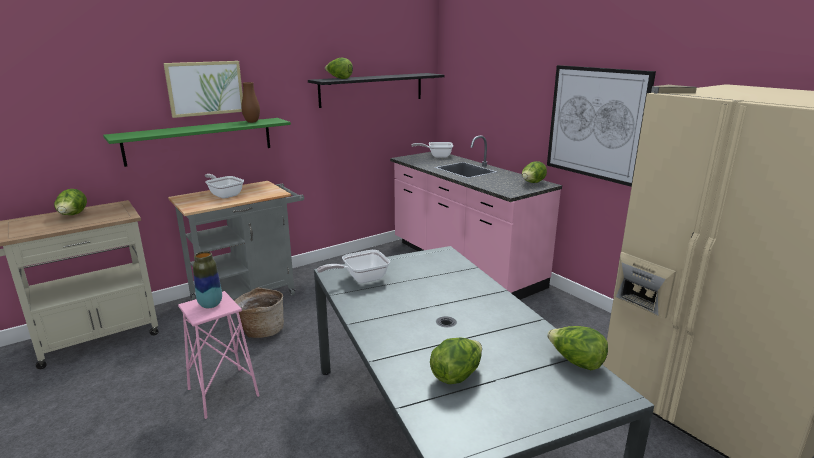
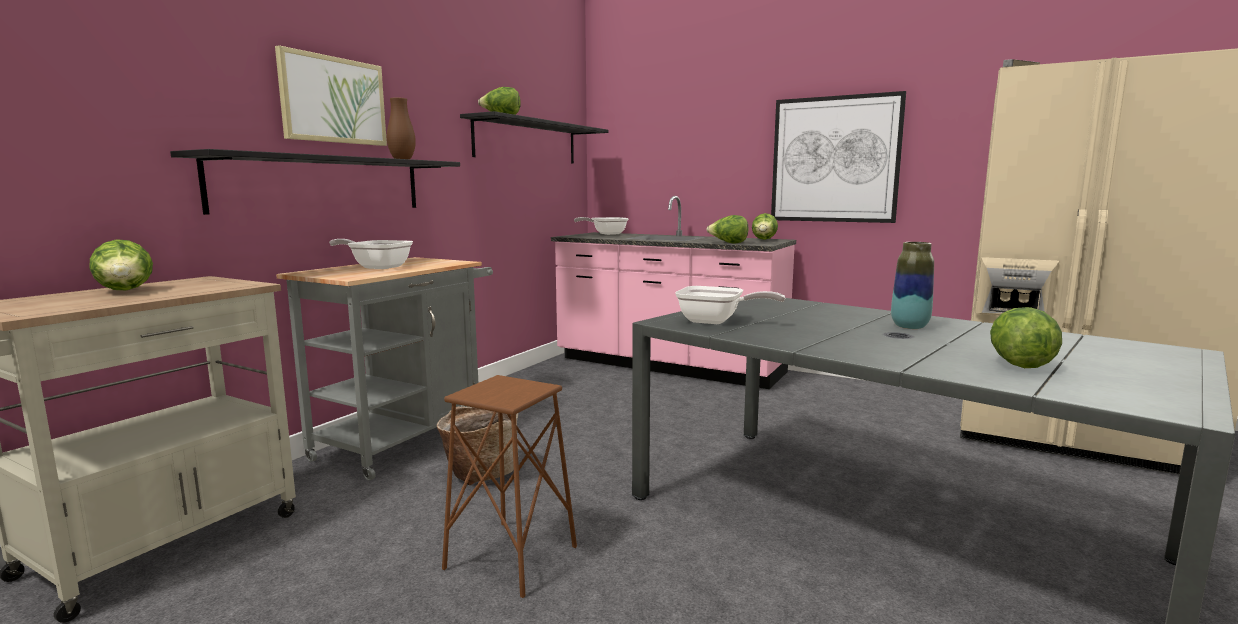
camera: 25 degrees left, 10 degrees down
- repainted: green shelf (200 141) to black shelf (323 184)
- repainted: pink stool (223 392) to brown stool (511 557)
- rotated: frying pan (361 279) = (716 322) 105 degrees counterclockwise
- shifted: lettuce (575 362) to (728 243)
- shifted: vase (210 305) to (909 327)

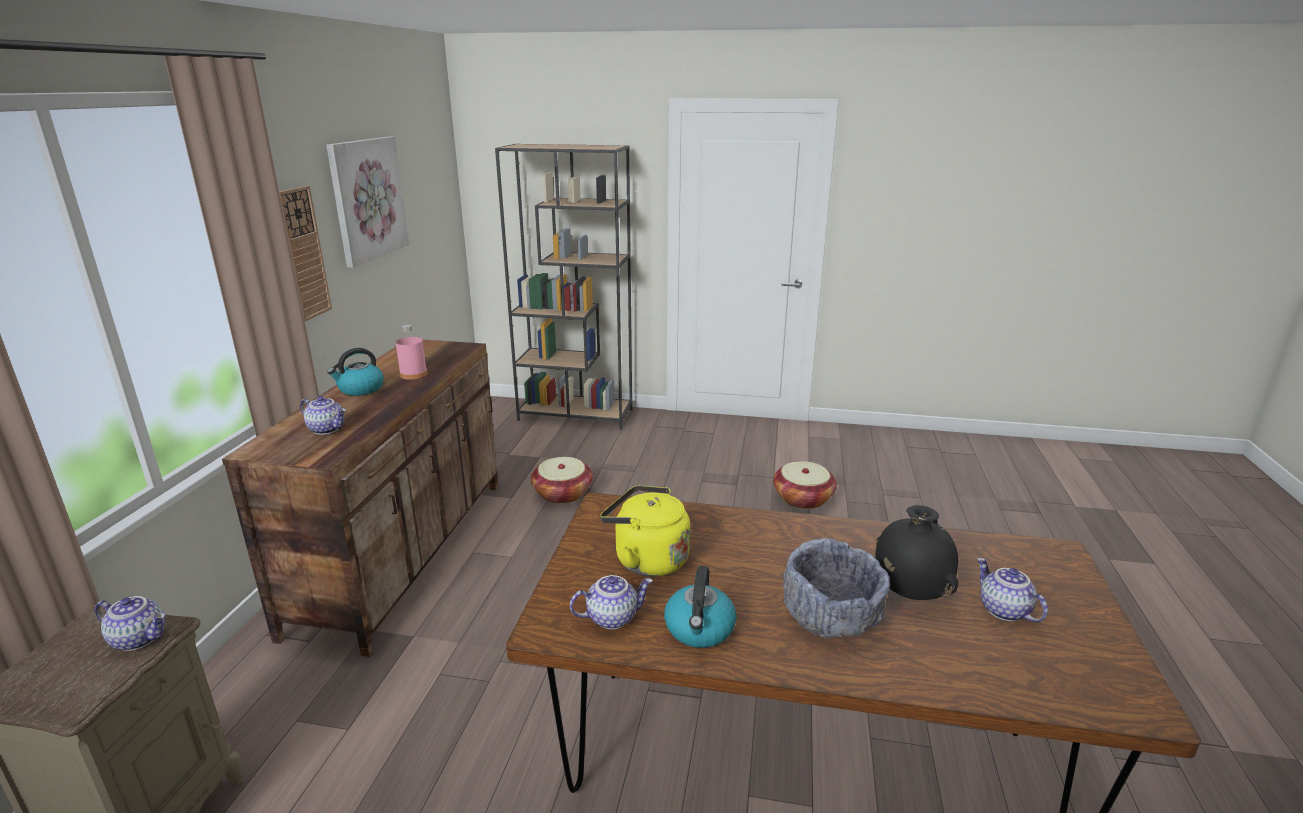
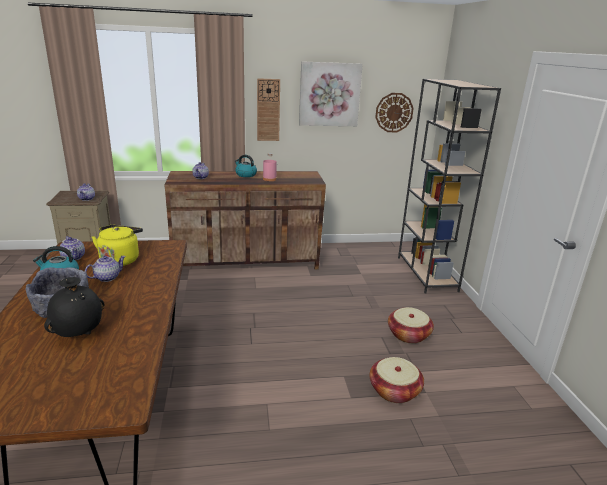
camera: 70 degrees right, 0 degrees up
- shifted: teapot (1002 610) to (107 277)
- new: wall clock (394 112)
- shifted: basket (562 493) to (408 335)

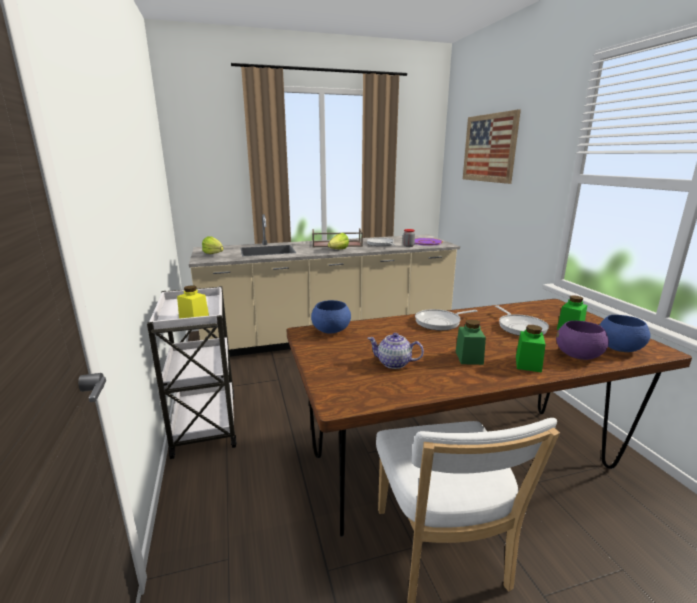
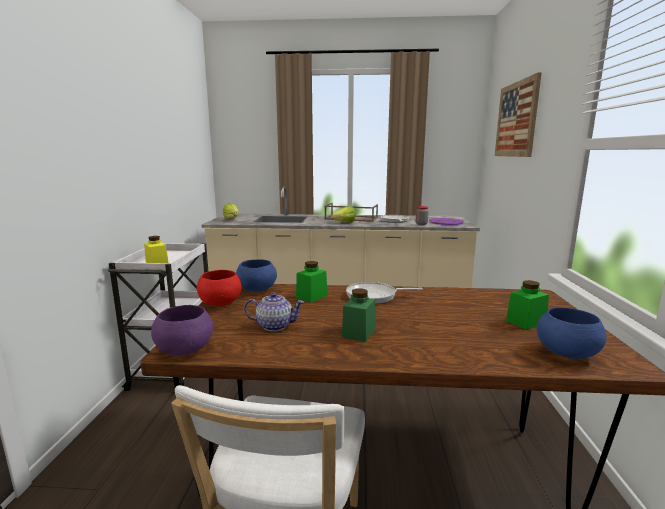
camera: 20 degrees right, 5 degrees down
- shifted: purple bowl (578 356) to (184 350)
- new: red bowl (220 303)
- rotated: teapot (394 363) = (274 326) 150 degrees clockwise
- shifted: green jar (528 364) to (311 296)
- gone: frying pan (520 327)

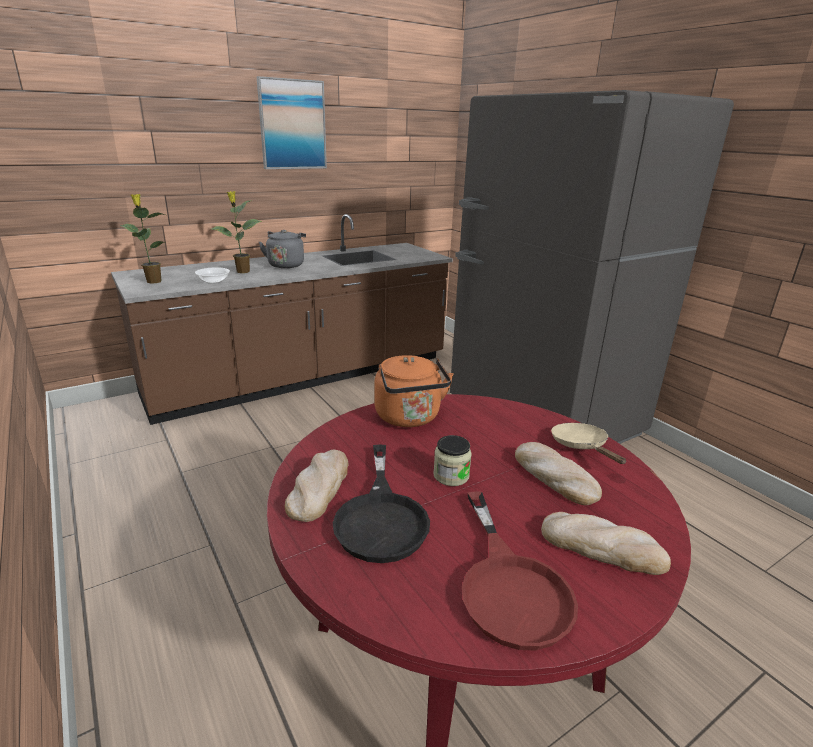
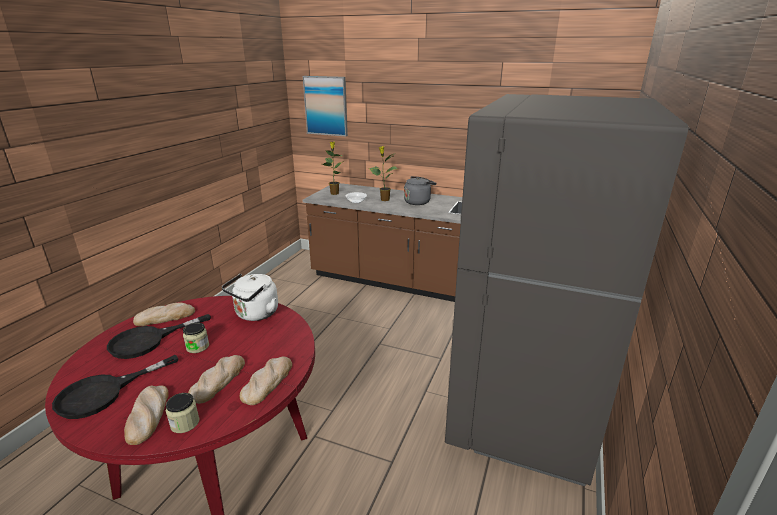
camera: 55 degrees right, 0 degrees up
- repainted: red frying pan (510 586) to black frying pan (103 393)
- new: jar (185 423)
- repainted: orange kettle (409 418) to white kettle (255 314)
- swapped: beige frying pan (581 446) to bread (267 382)
- shifted: picture (292 125) to (326 106)

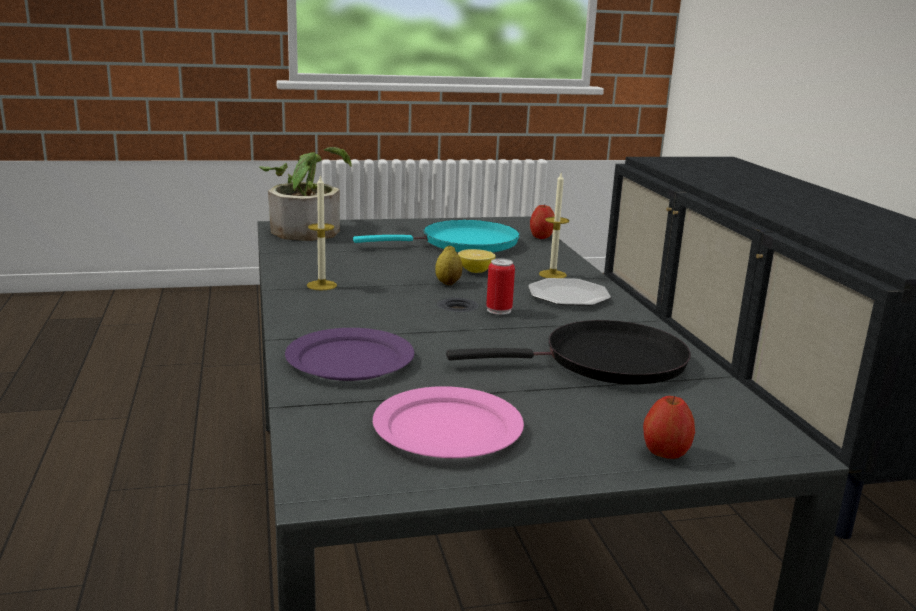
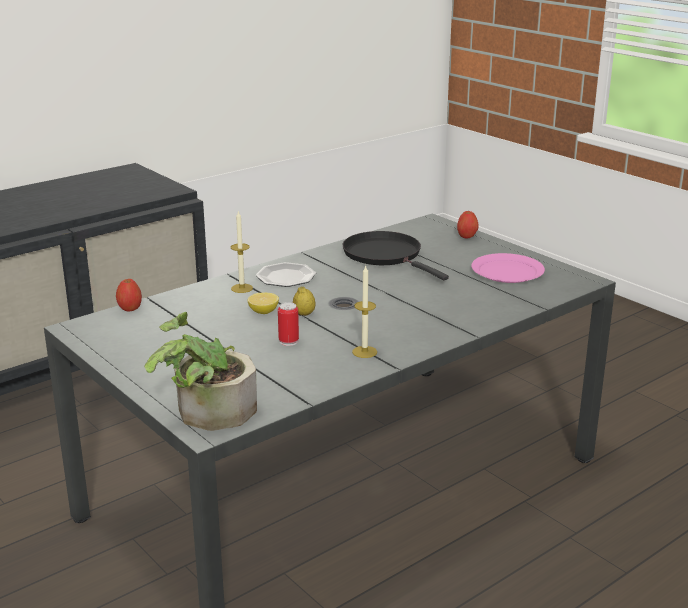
camera: 115 degrees left, 5 degrees up
- shifted: can (499 310) to (288 341)
- gone: purple plate (351 359)
- gone: turquoise frying pan (463 243)

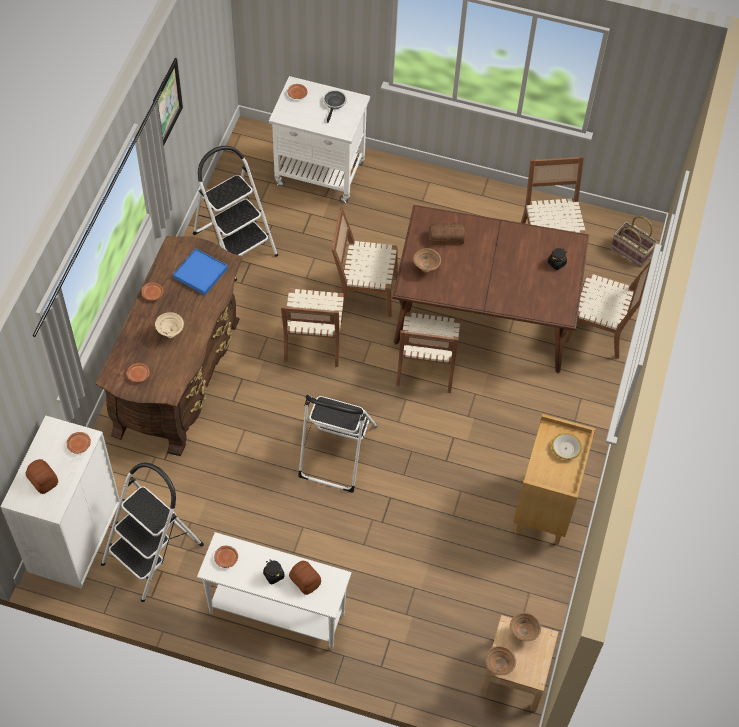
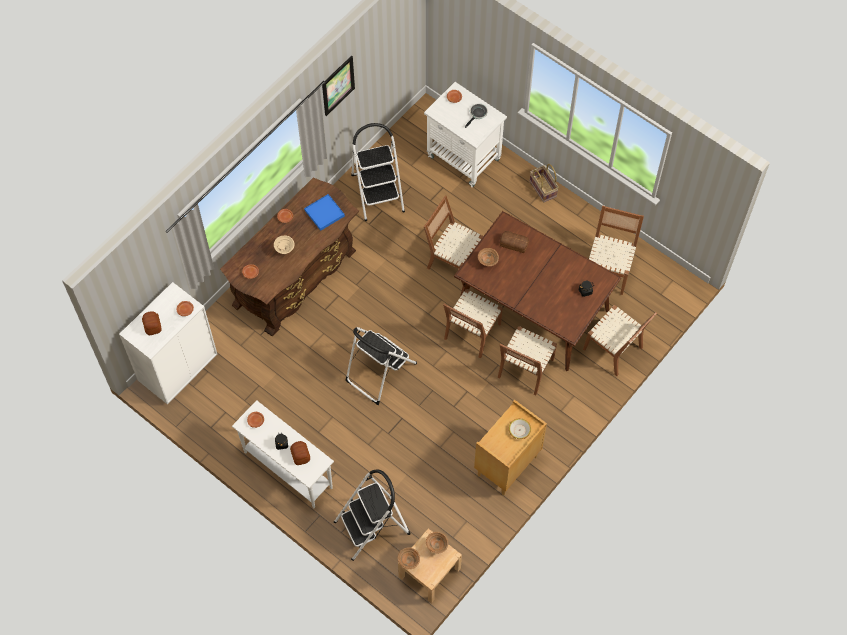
camera: 25 degrees right, 5 degrees up
- shifted: step ladder (155 553) to (374 527)
- shifted: chair (313 344) to (524 371)
- shifted: basket (632 251) to (543 188)

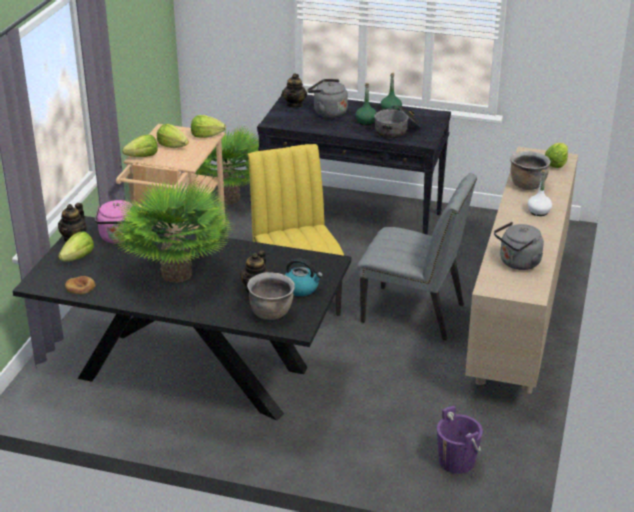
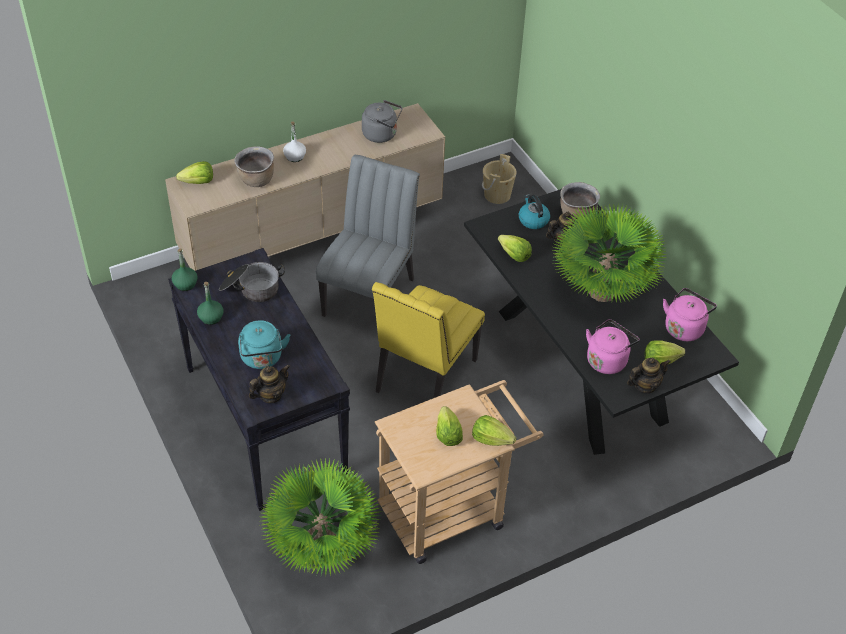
camera: 135 degrees left, 15 degrees up
- shifted: green bottle (366 121) to (185 284)
- repainted: grey kettle (328 112) to turquoise kettle (262 359)
- rotated: grey chair (412 313) = (369 298) 45 degrees clockwise
- repainted: purple bucket (456 461) to beige bucket (497 195)
- shifted: lettuce (206 136) to (514 255)
- swapped: bread (80 287) to pink kettle (684 327)

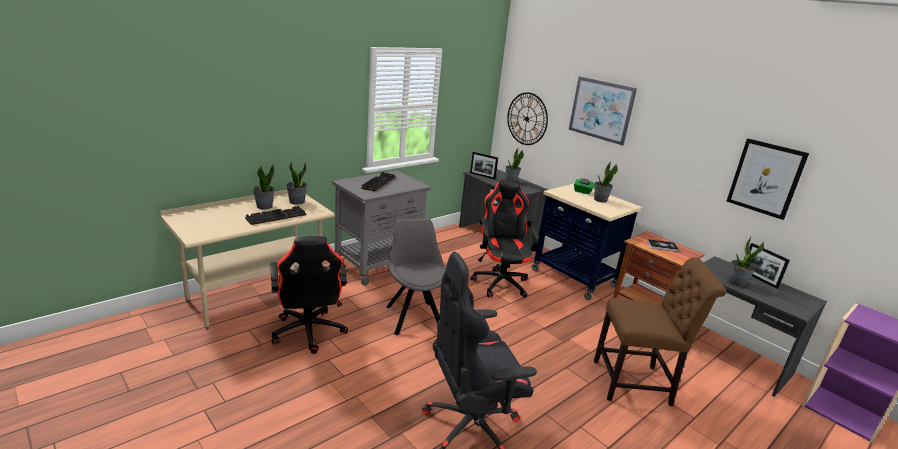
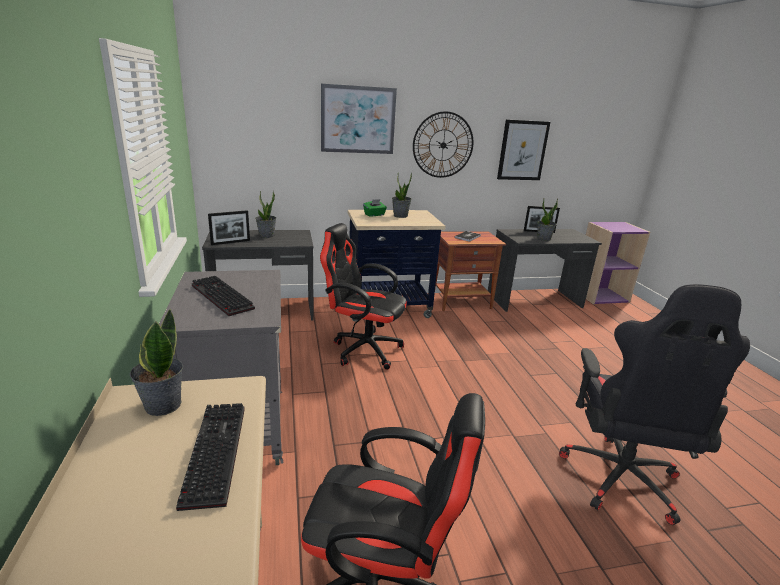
camera: 60 degrees left, 0 degrees up
- shifted: wall clock (527 119) to (443 145)
- gone: potted plant (264 206)
- gone: grey chair (413 318)
- gone: brown chair (637 384)

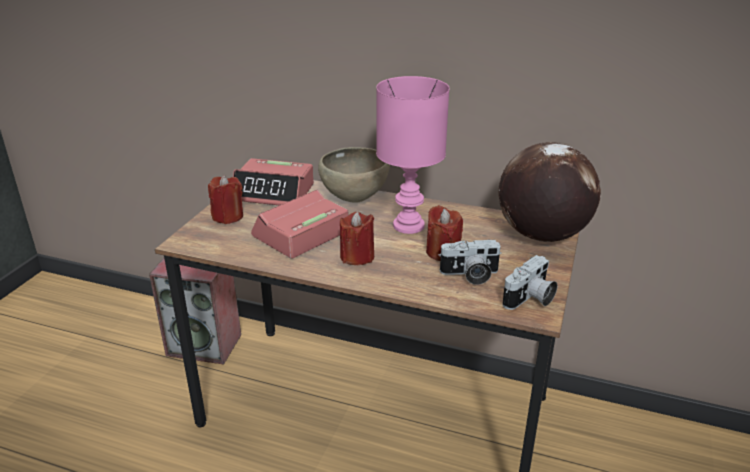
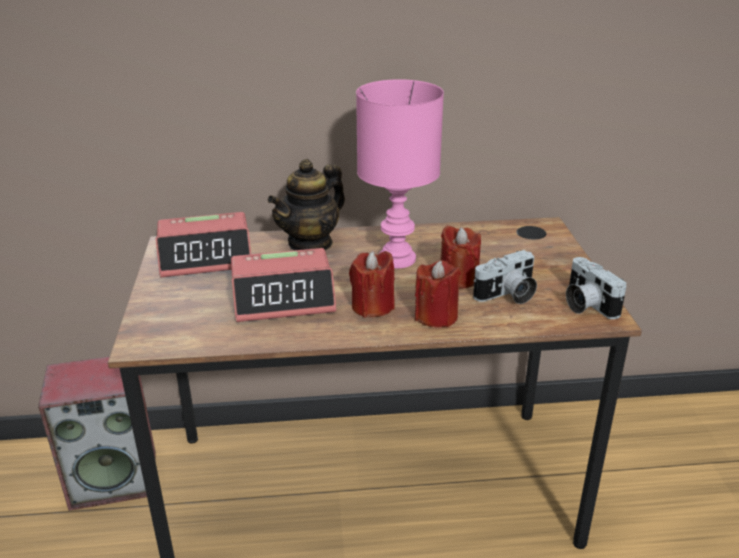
camera: 25 degrees left, 0 degrees up
- rotated: alarm clock (300 234) = (284 297) 120 degrees counterclockwise
- swapped: brown bowl (355 199) to teapot (310 243)
- shifted: red candle (228 216) to (436 316)
- rotated: photo camera (530 299) = (585 304) 135 degrees clockwise
- gone: globe (541 235)

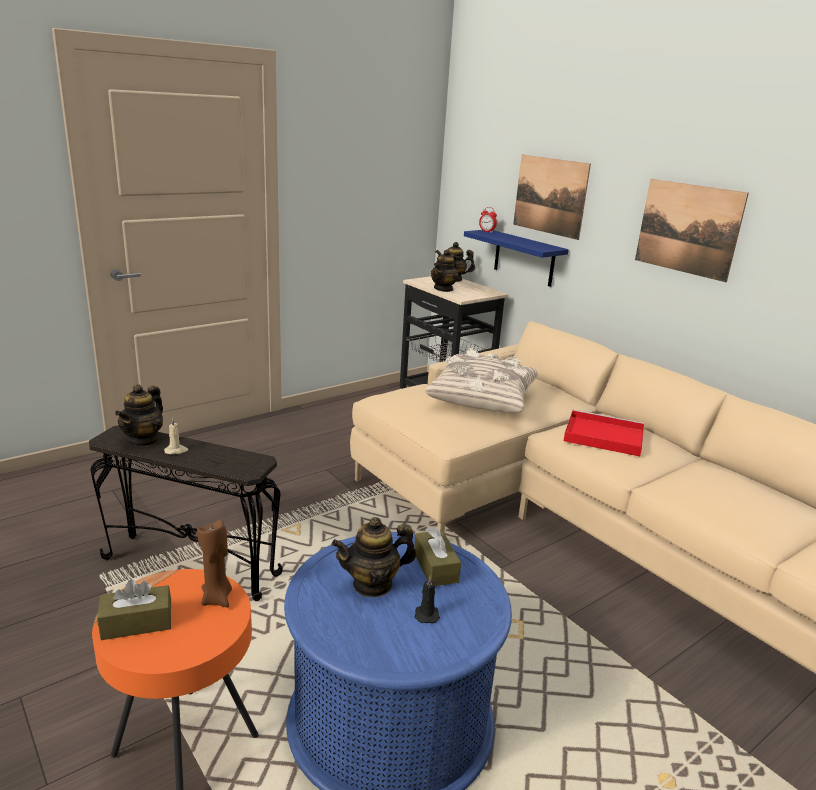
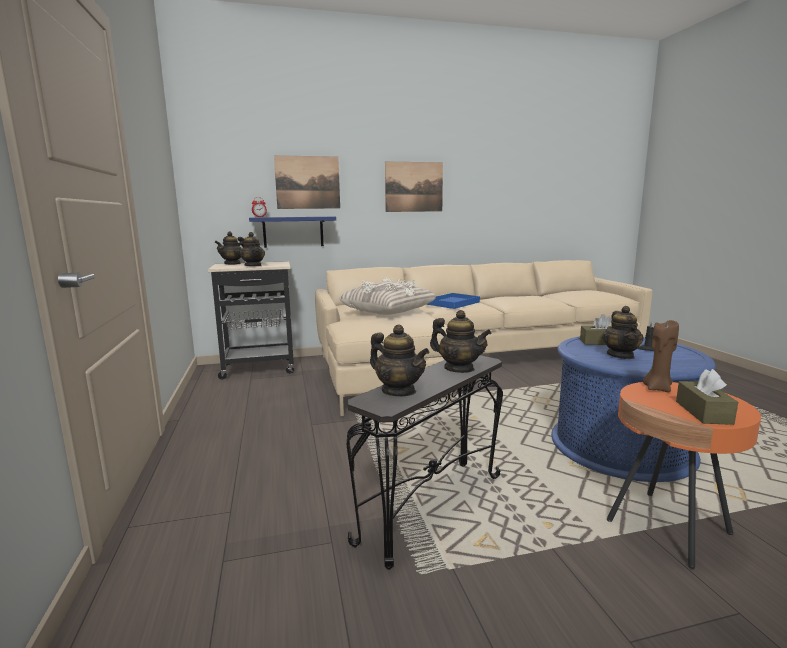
camera: 65 degrees left, 10 degrees down
- repainted: red tray (601 436) to blue tray (452 303)
- new: teapot (459 369)
- gone: beige candle (176 450)

